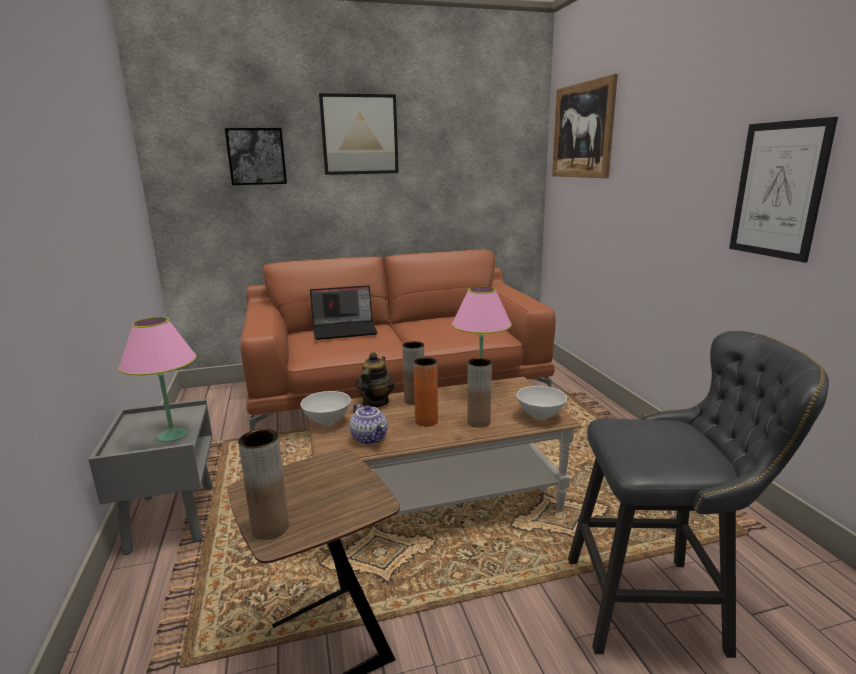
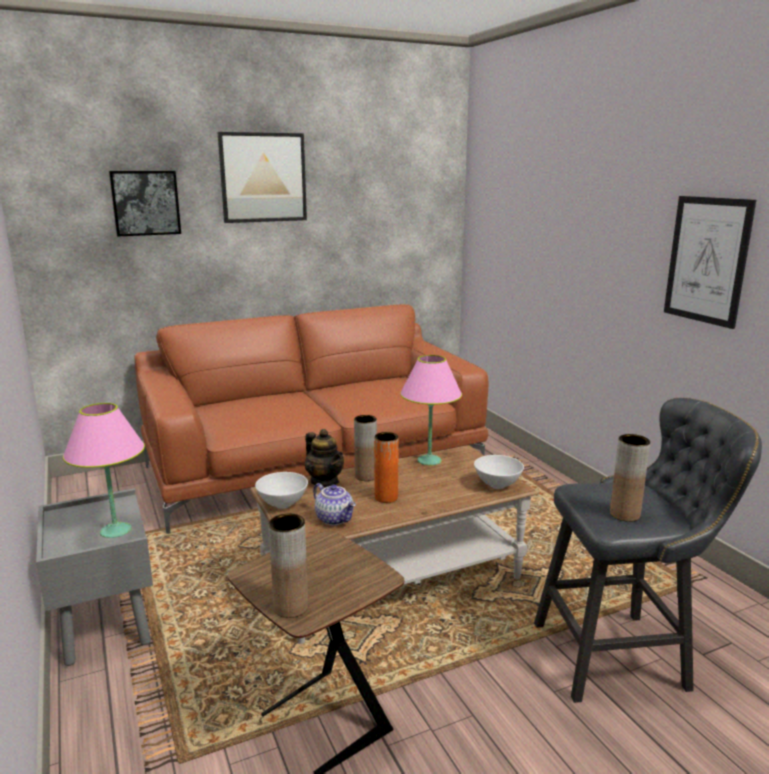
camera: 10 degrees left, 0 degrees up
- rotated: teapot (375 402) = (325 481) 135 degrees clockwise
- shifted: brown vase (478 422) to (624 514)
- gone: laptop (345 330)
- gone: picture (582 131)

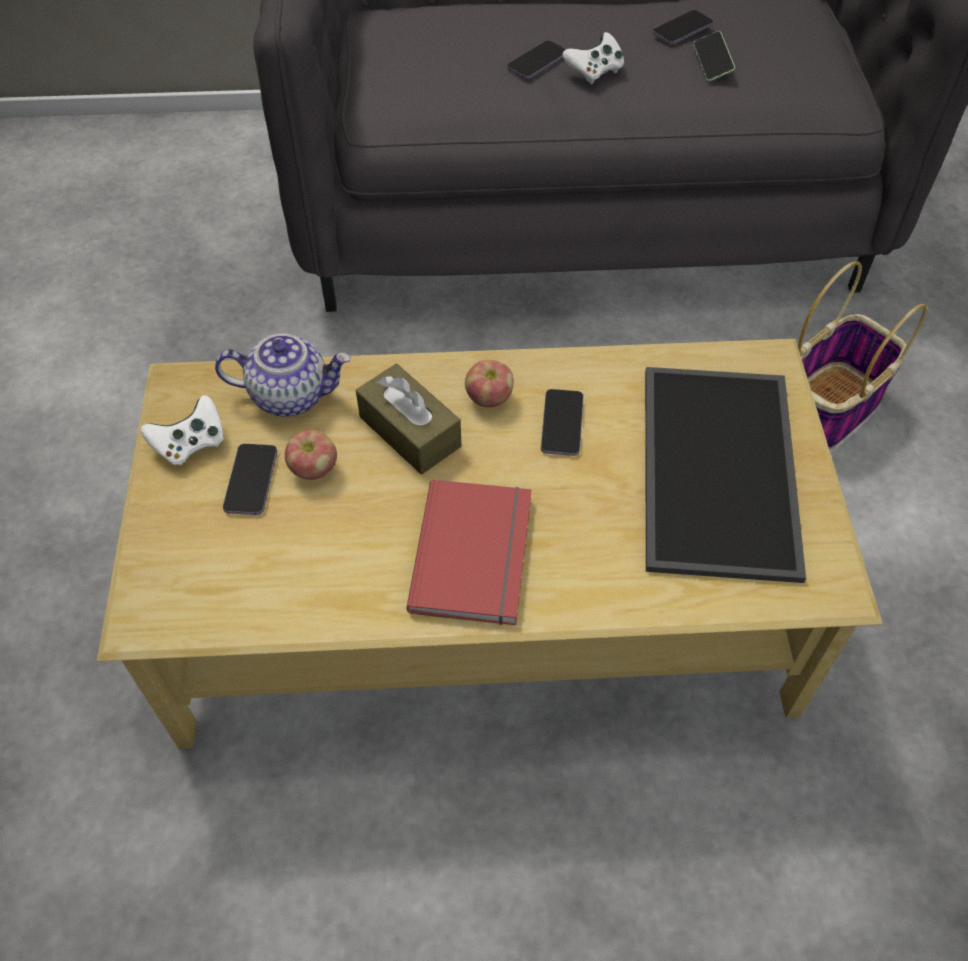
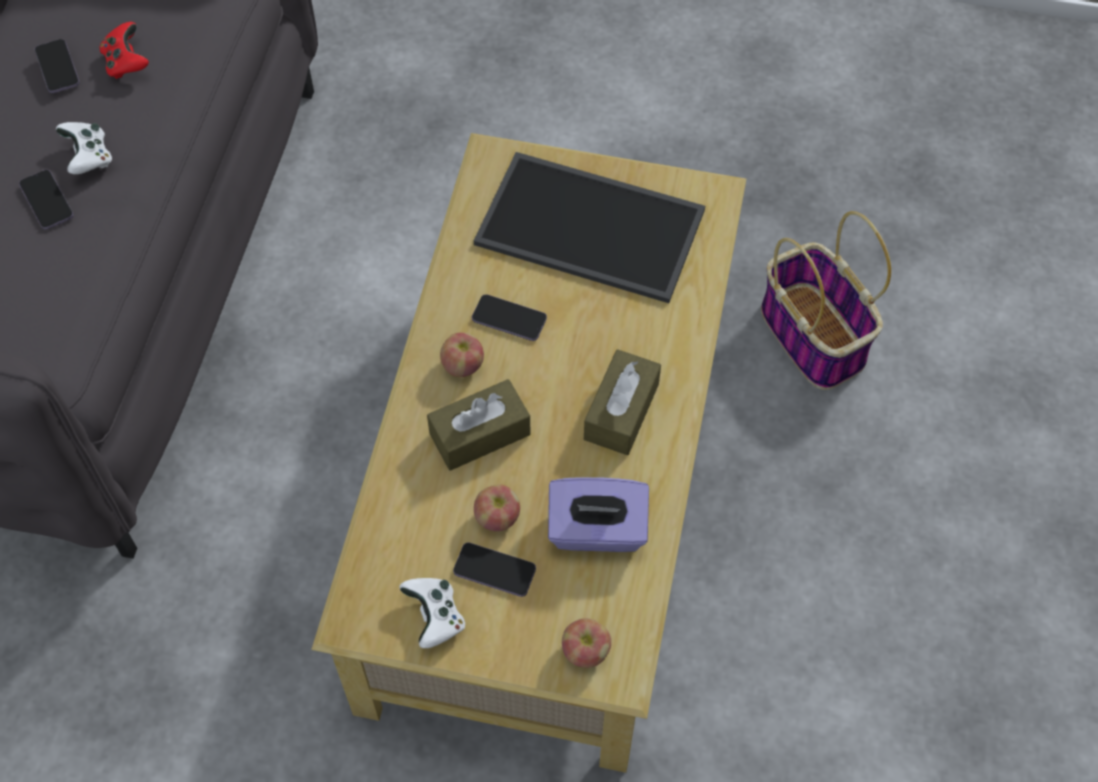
camera: 75 degrees left, 5 degrees up
- swapped: phone (712 64) to red game controller (126 63)
- new: purple tissue box (597 531)
- new: apple (585 651)
- swapped: red book (477 553) to brown tissue box (621 411)
- shifted: basket (825 410) to (814 337)
- gone: teapot (291 394)

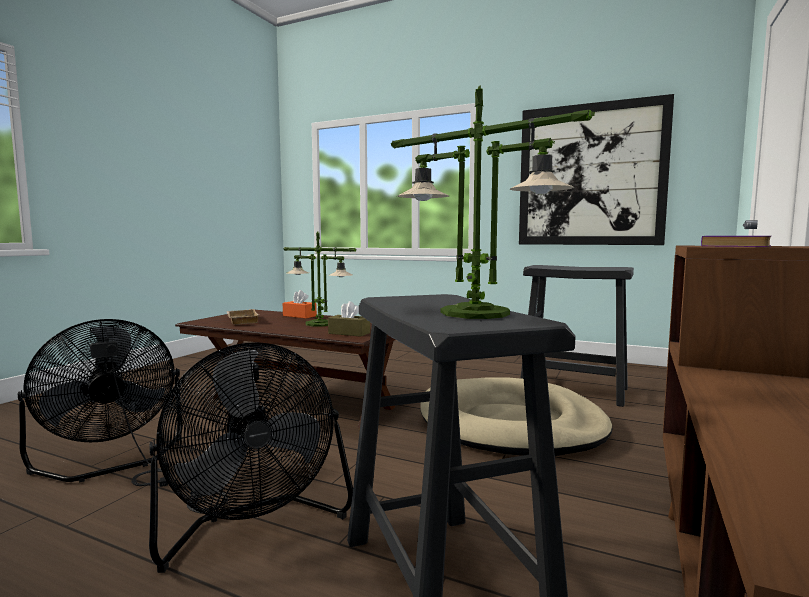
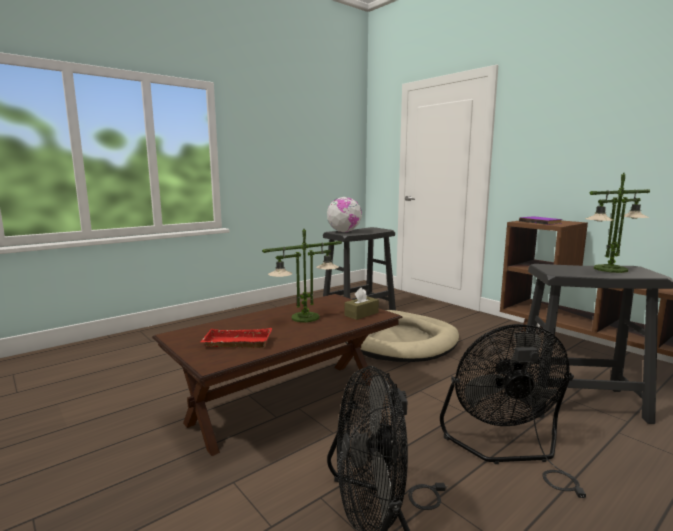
camera: 65 degrees left, 5 degrees up
- repainted: beige tray (241 320) to red tray (236 343)
- new: globe (344 232)
- rotated: black fan (246 525) = (515 450) 90 degrees counterclockwise
- gone: orange tissue box (299 316)
- gone: picture (590 175)

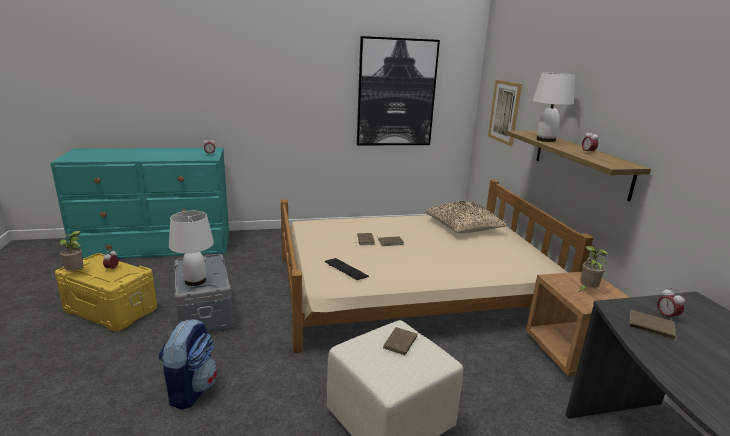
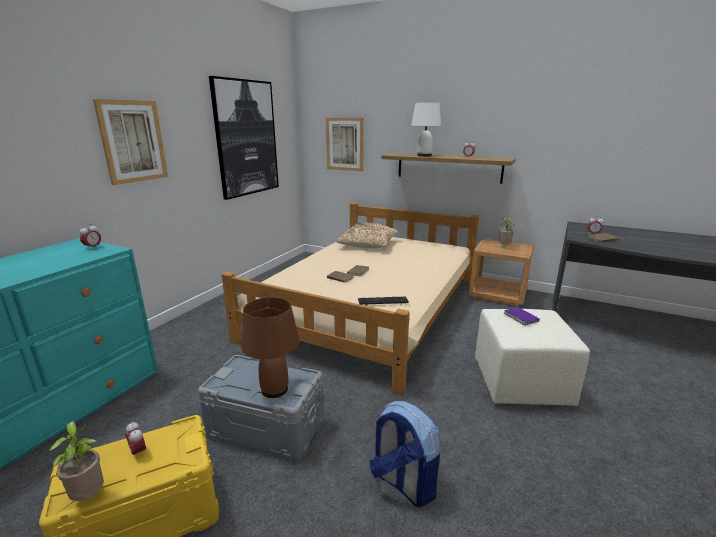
camera: 50 degrees left, 0 degrees up
- new: picture (133 141)
- repainted: white table lamp (195 281) to brown table lamp (275 389)
- repainted: brown book (401 343) to purple book (521 317)

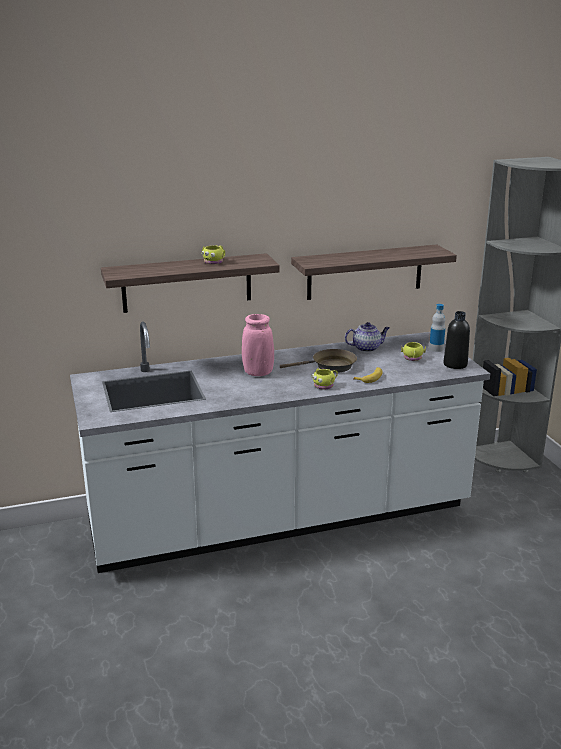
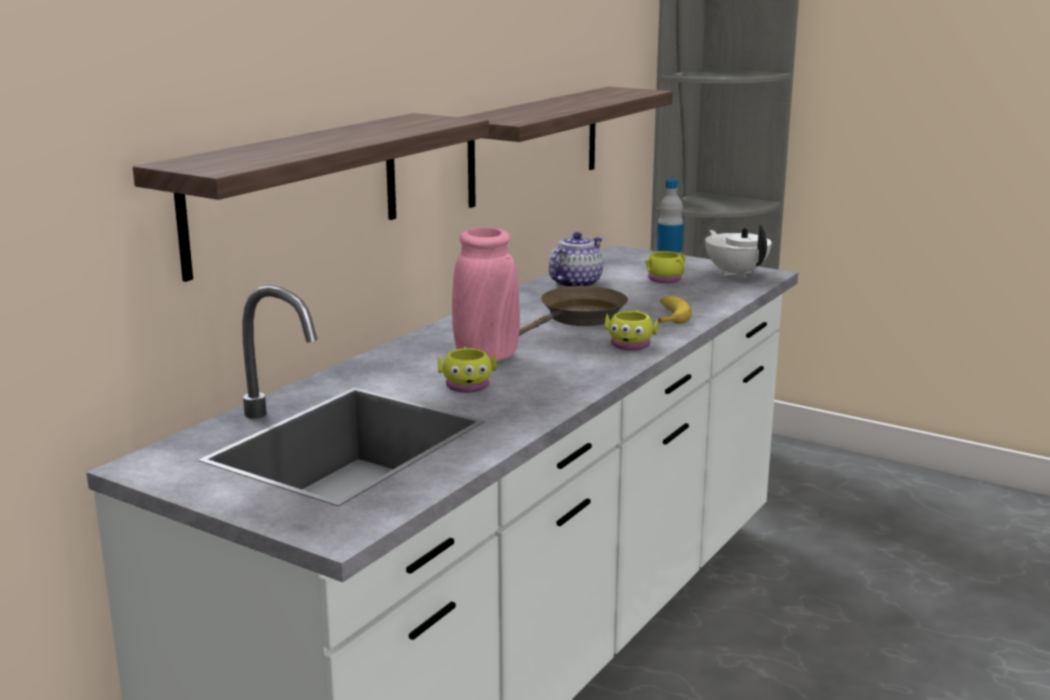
camera: 40 degrees left, 5 degrees down
- shifted: yellow mug (214 261) to (467 384)
- swapped: black bottle (455 364) to white teapot (736 273)

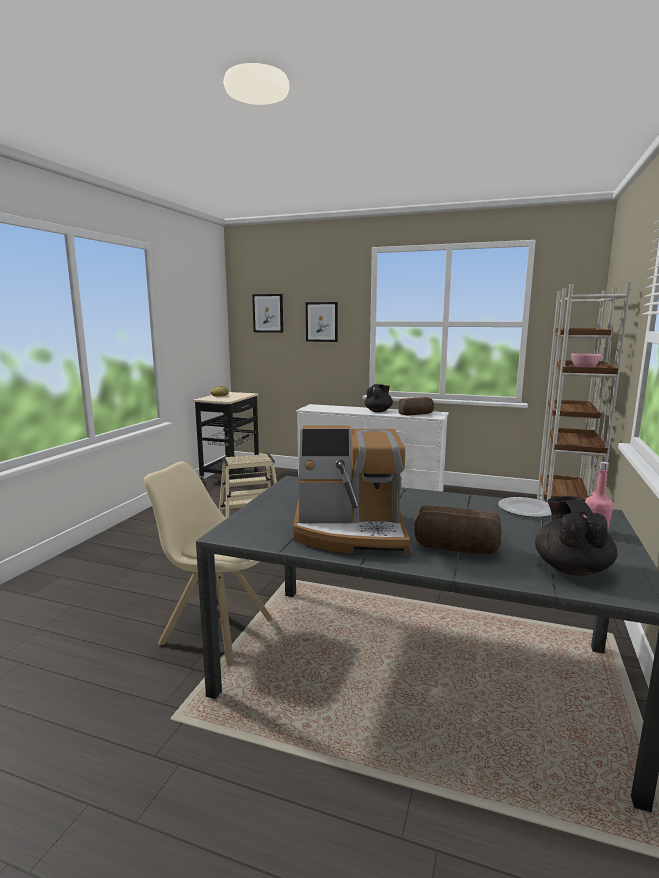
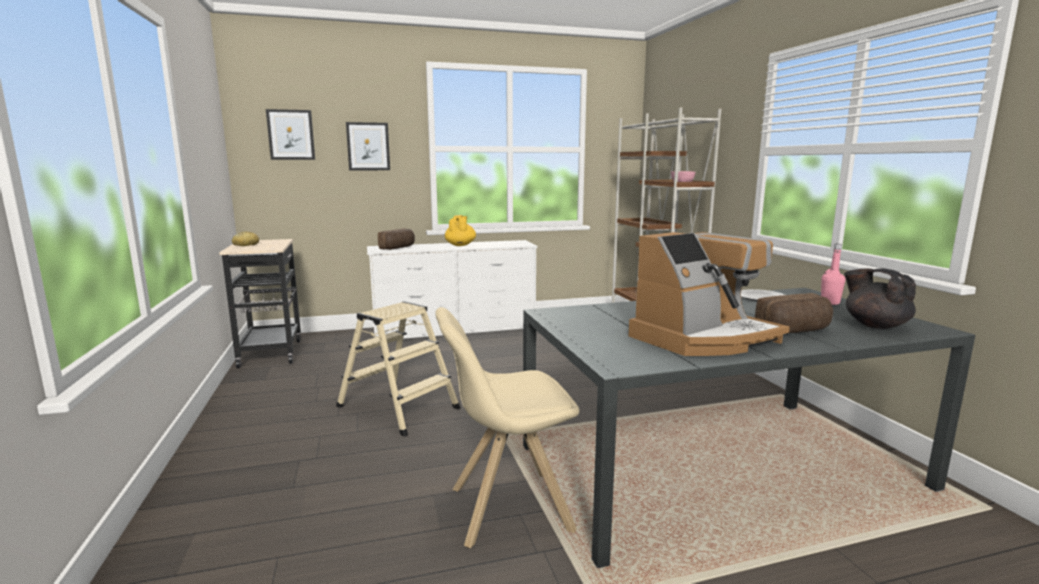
camera: 35 degrees left, 0 degrees up
- shifted: bread (416 414) to (398 248)
- repainted: black teapot (378 411) to yellow teapot (460 245)

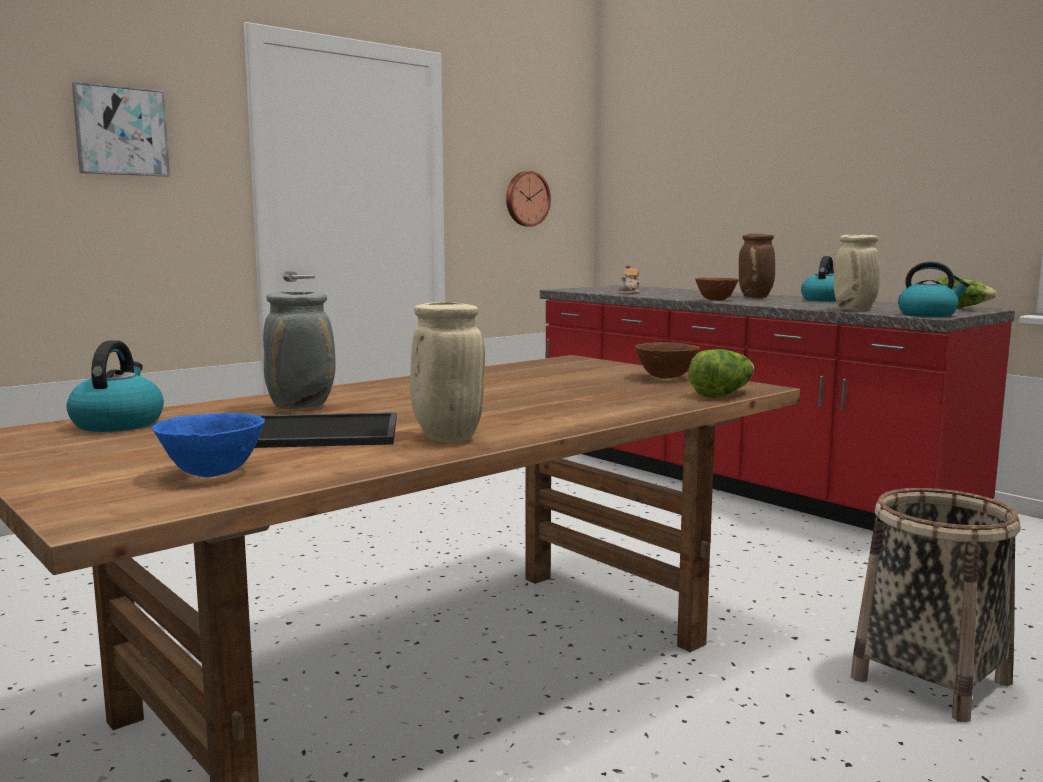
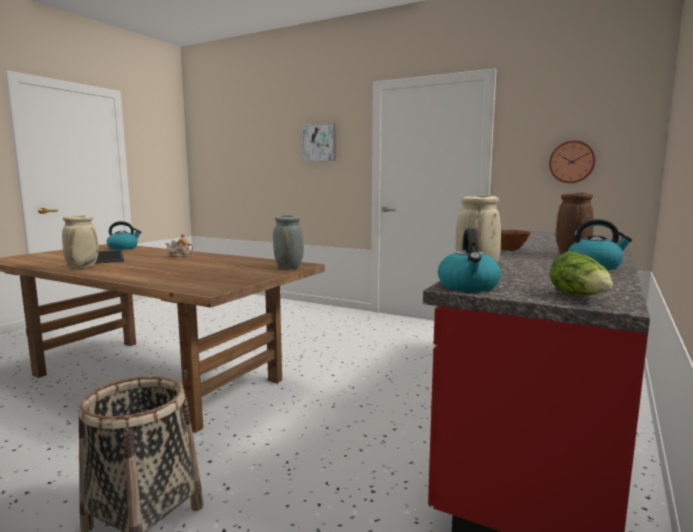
camera: 70 degrees right, 0 degrees up
- shifted: teapot (629 293) to (179 256)
- shifted: grey vase (302 406) to (289 268)
- gone: blue bowl (212 473)
- gone: brown bowl (665 378)
- gone: lettuce (722 394)

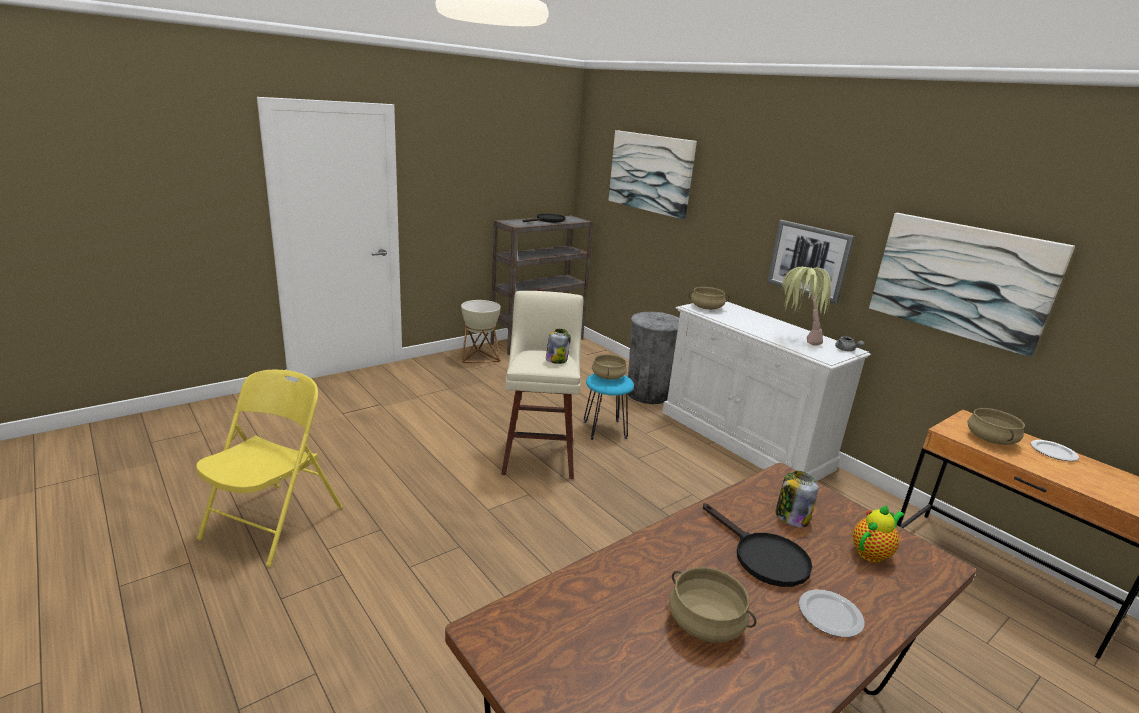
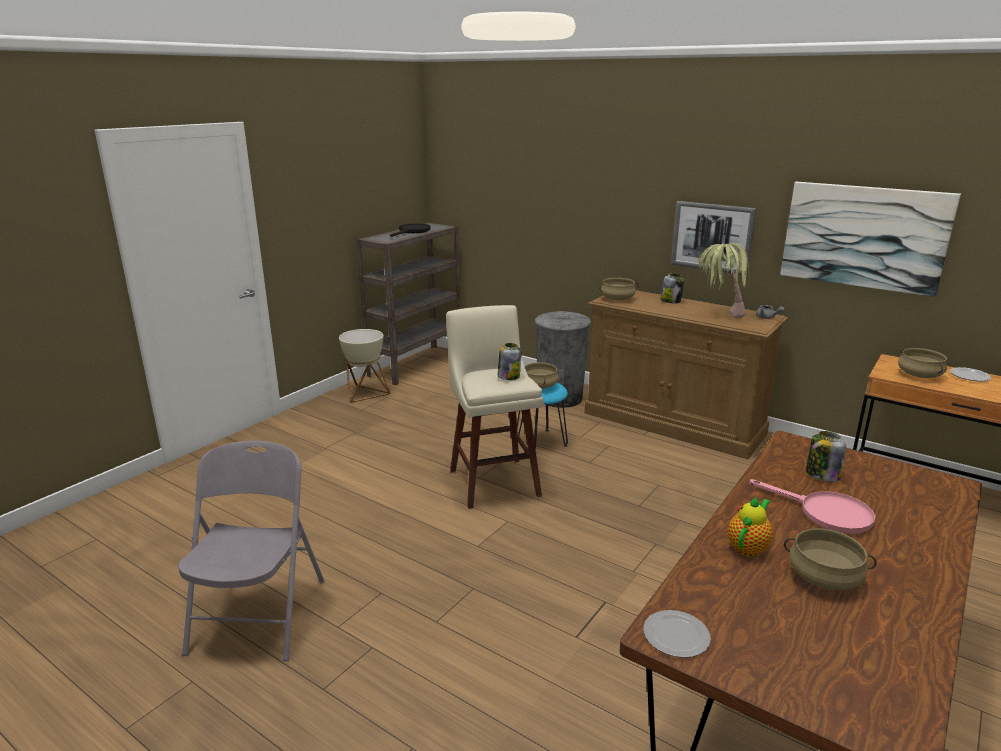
camera: 15 degrees left, 0 degrees up
- repainted: yellow chair (273 523) to grey chair (259 616)
- repainted: white cabinet (744 440) to brown cabinet (673 424)
- shifted: plate (830 615) to (676 635)
- new: jar (670 301)
- shifted: teapot (872 553) to (748 547)
- repainted: black frying pan (762 557) to pink frying pan (825 513)
- gone: picture (650 173)

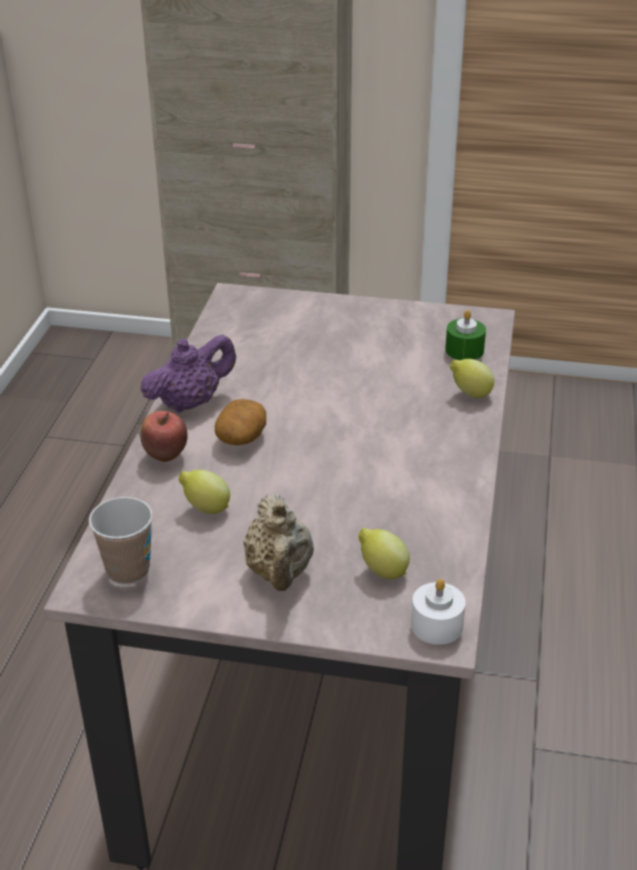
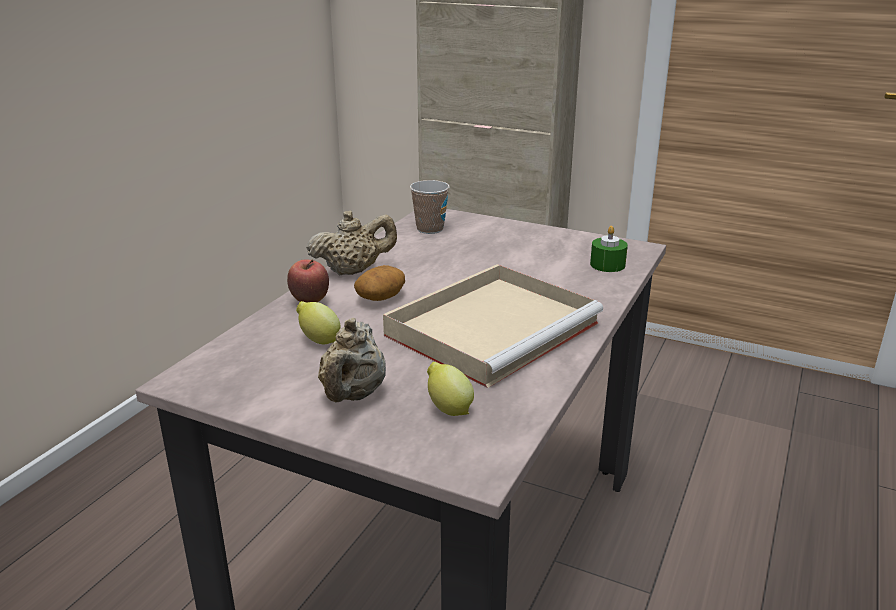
camera: 15 degrees right, 10 degrees down
- repainted: purple teapot (191 402) to beige teapot (353 271)
- new: beige tray (494 327)
- shifted: cup (128 571) to (430 229)
- gone: white candle (437 625)
- gone: lemon (470 394)

